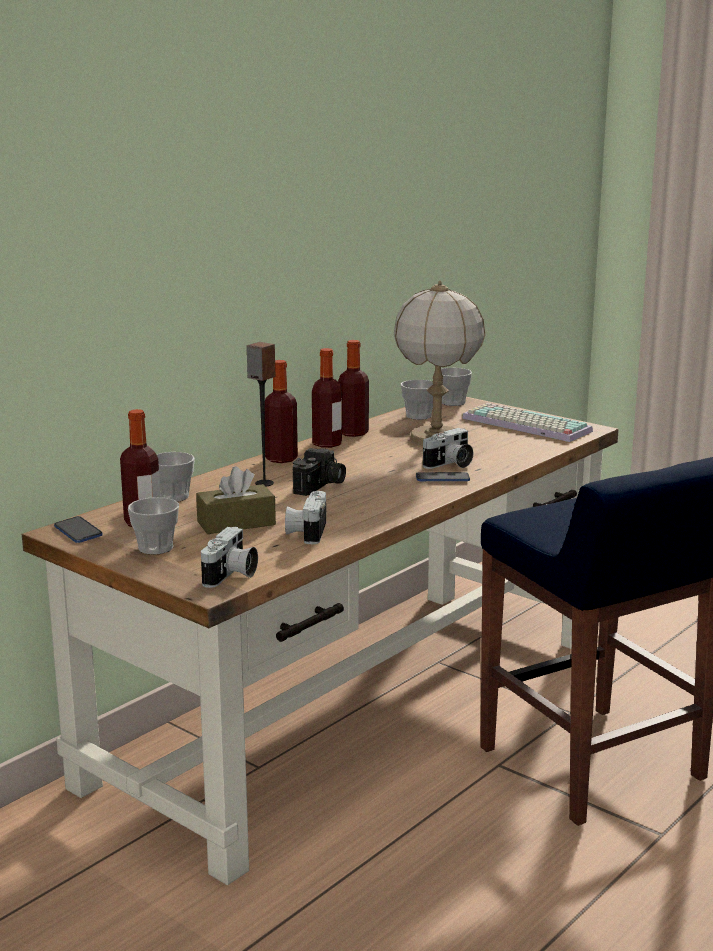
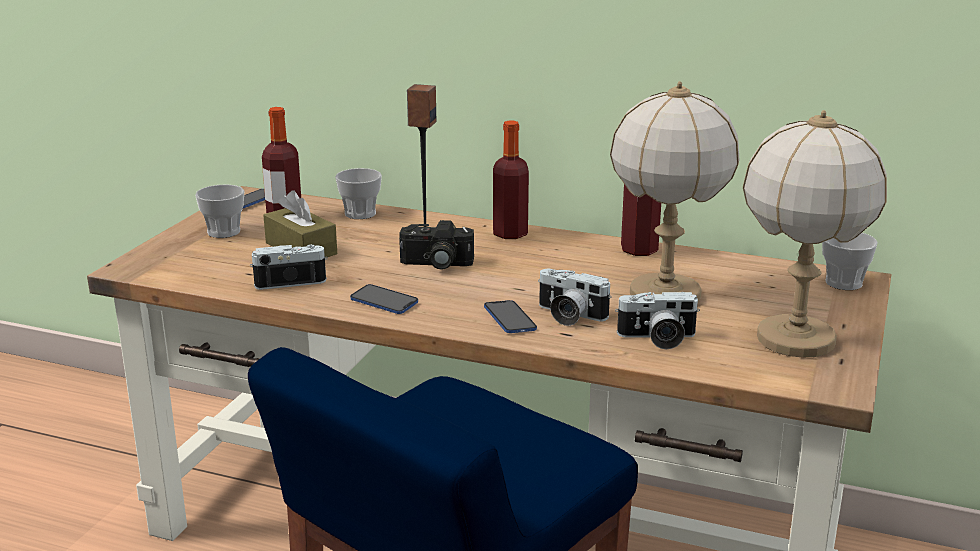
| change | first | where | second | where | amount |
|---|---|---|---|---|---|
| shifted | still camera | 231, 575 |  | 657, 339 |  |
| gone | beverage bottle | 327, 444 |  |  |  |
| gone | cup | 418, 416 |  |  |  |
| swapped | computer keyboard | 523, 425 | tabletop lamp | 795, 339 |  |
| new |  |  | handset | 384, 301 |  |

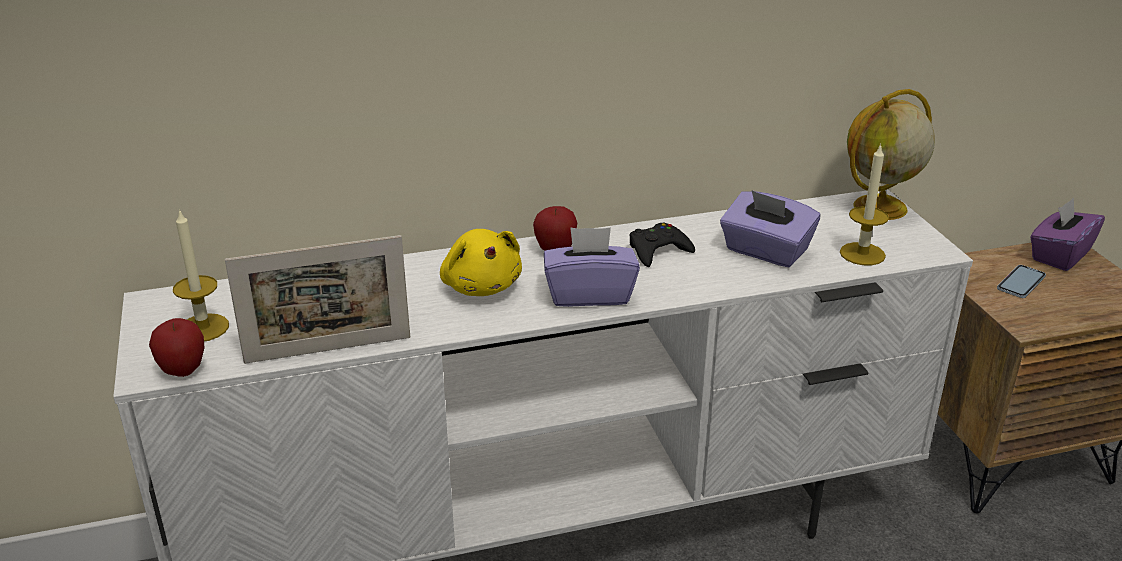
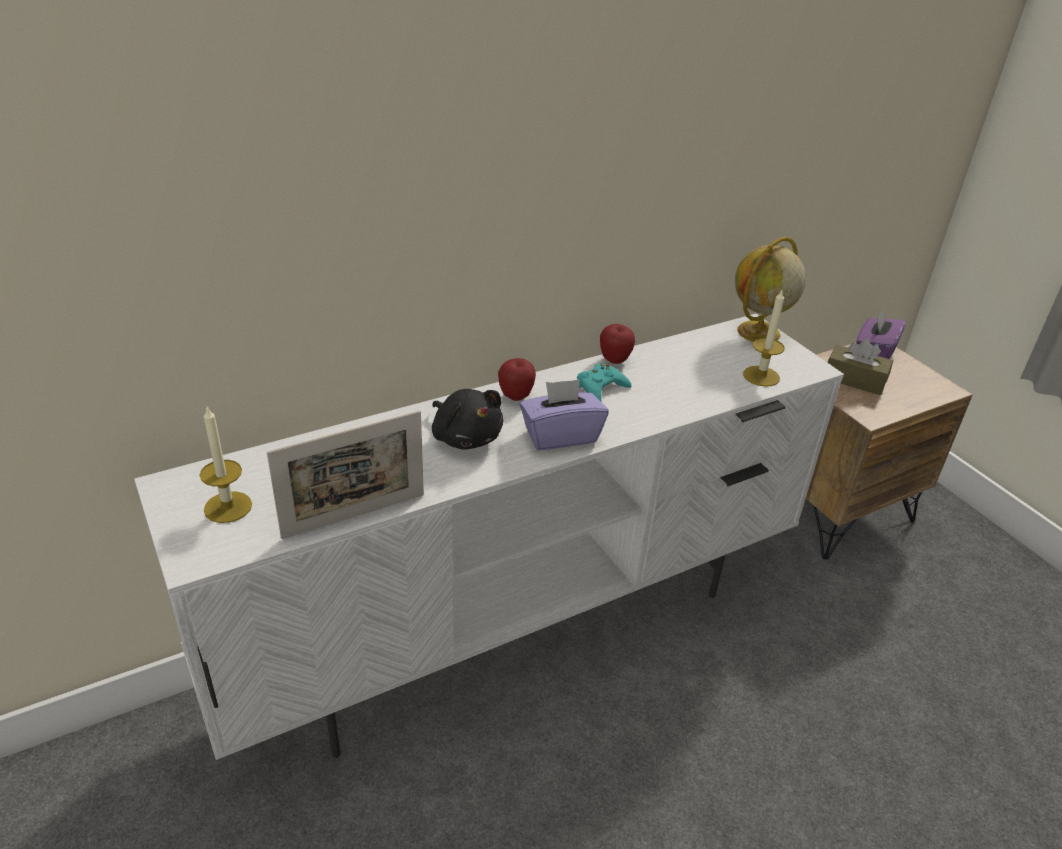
| change | first | where | second | where | amount |
|---|---|---|---|---|---|
| shifted | apple | 183, 371 |  | 614, 360 |  |
| repainted | cuddly toy in yellow | 481, 286 | cuddly toy in black-coloured | 465, 437 |  |
| repainted | joypad in black-coloured | 658, 250 | joypad in turquoise | 601, 388 |  |
| gone | tissue holder in purple | 765, 251 |  |  |  |
| swapped | handset | 1021, 282 | tissue holder in brownish | 854, 379 |  |

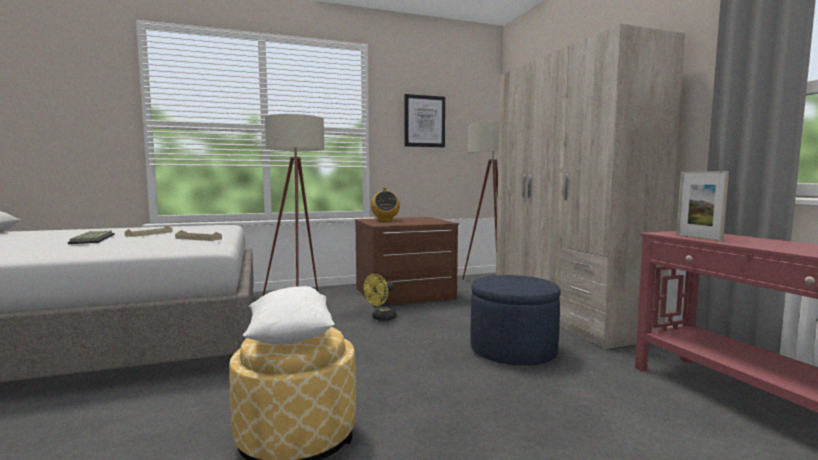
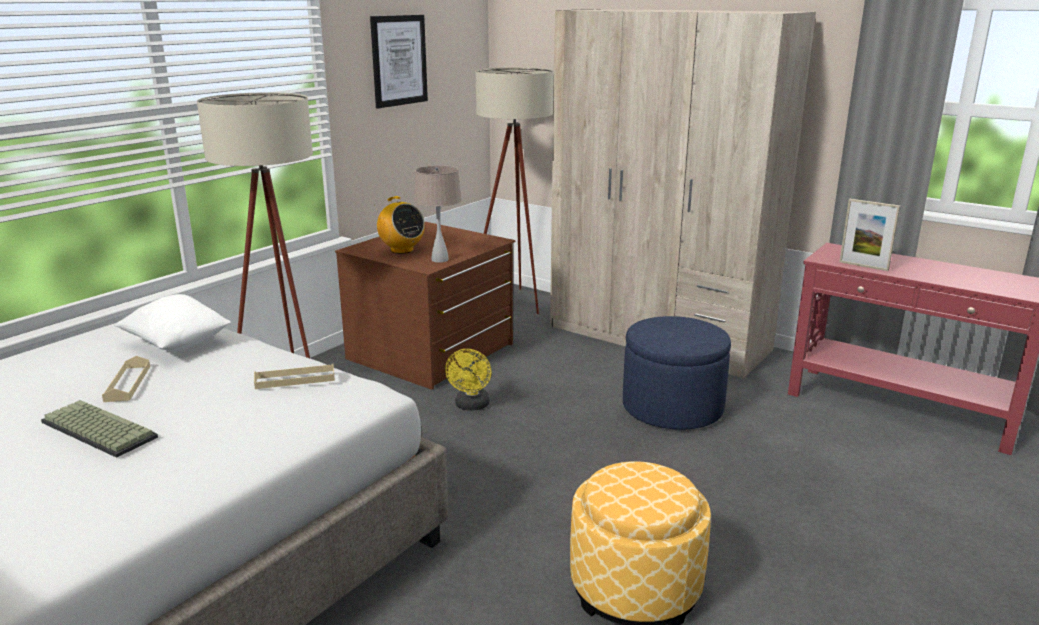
| change | first | where | second | where | amount |
|---|---|---|---|---|---|
| shifted | throw pillow in white-coloured | 290, 337 |  | 177, 344 |  |
| new |  |  | tabletop lamp in sand-coloured | 439, 260 |  |

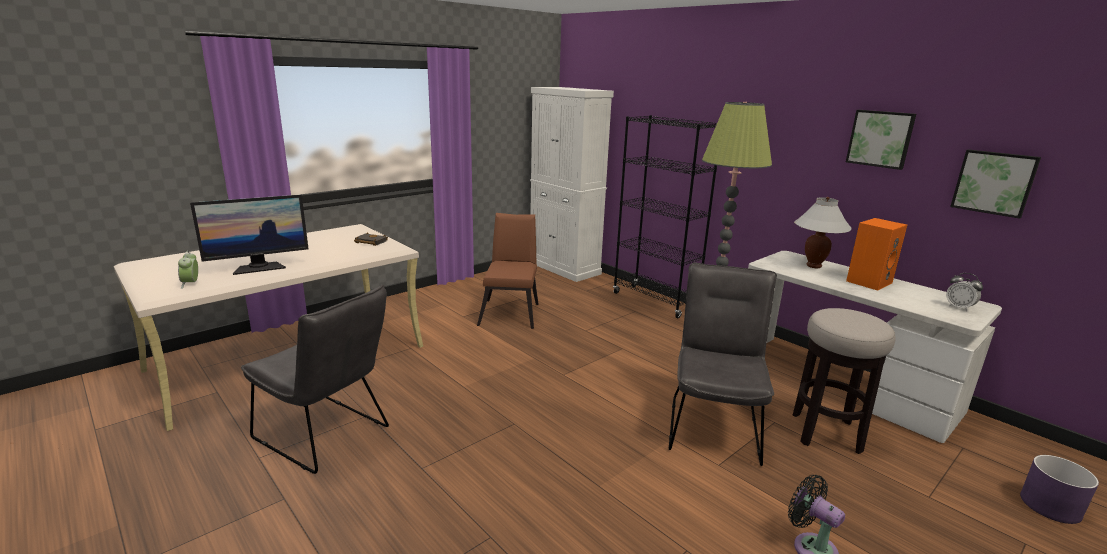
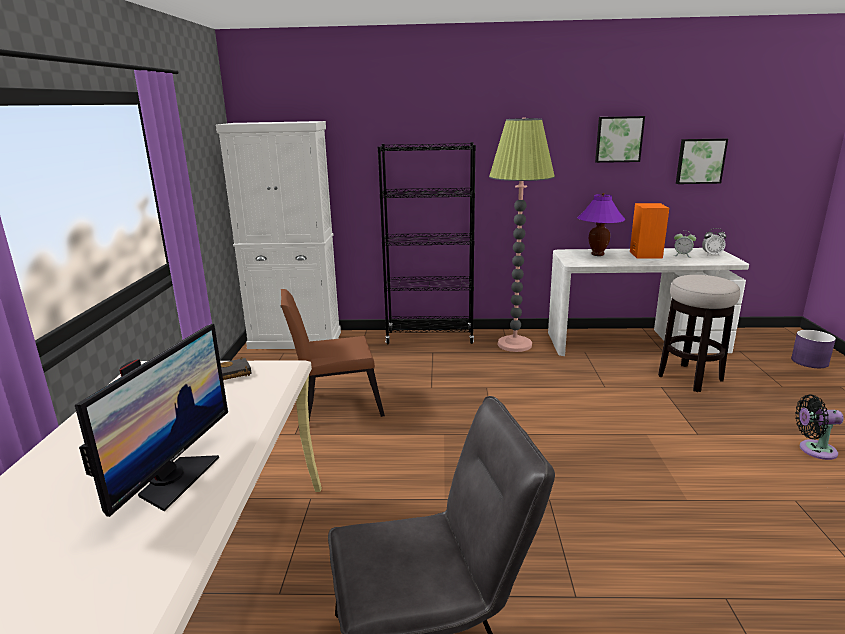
| change | first | where | second | where | amount |
|---|---|---|---|---|---|
| shifted | bedside clock | 191, 284 |  | 682, 255 |  |
| rotated | chair in brownish | 511, 312 |  | 334, 404 | 60 degrees counterclockwise |
| gone | chair in greyish | 713, 424 |  |  |  |
| repainted | tabletop lamp in white-coloured | 813, 266 | tabletop lamp in purple | 597, 254 |  |

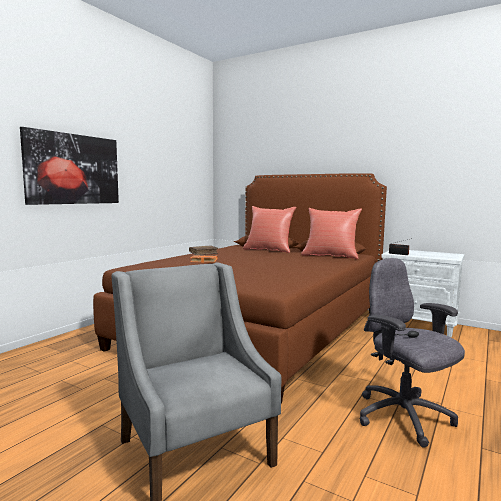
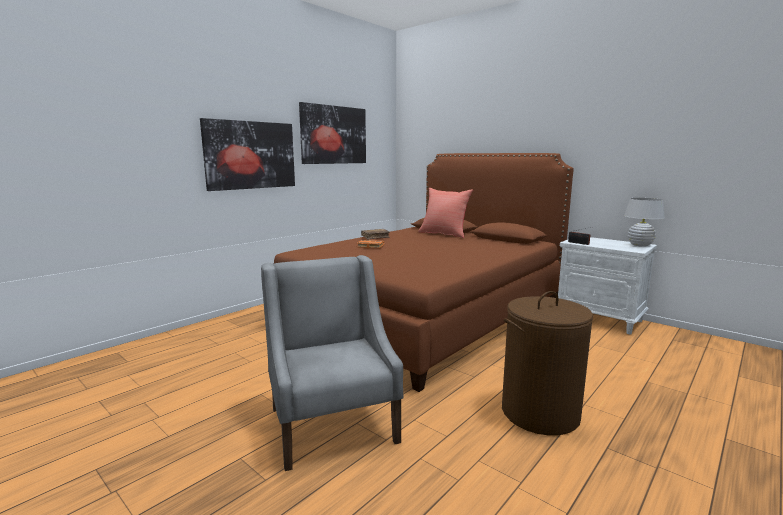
| change | first | where | second | where | amount |
|---|---|---|---|---|---|
| gone | throw pillow in red | 330, 256 |  |  |  |
| swapped | computer chair in greyish | 404, 418 | hamper in brownish | 540, 412 |  |
| new |  |  | wall art | 334, 135 |  |
| new |  |  | tabletop lamp in white-coloured | 640, 245 |  |

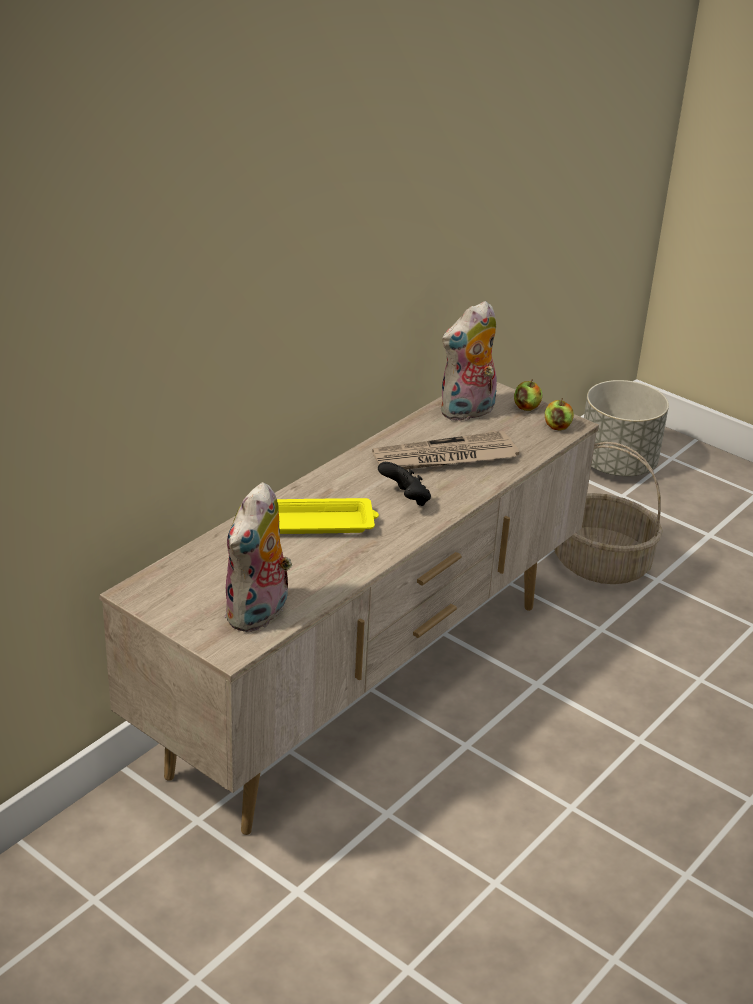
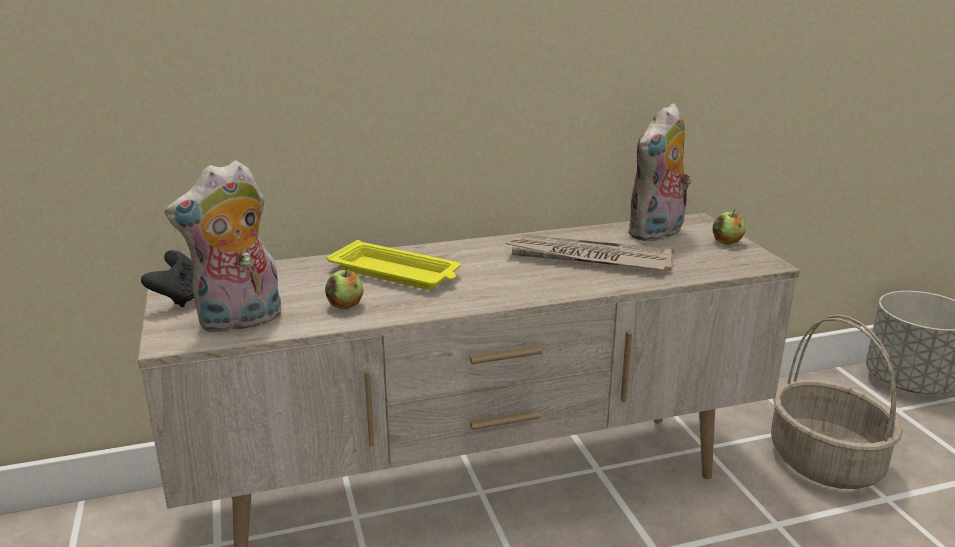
| change | first | where | second | where | amount |
|---|---|---|---|---|---|
| shifted | joypad in black-coloured | 405, 500 |  | 180, 298 |  |
| rotated | cuddly toy | 467, 412 |  | 657, 233 | 45 degrees counterclockwise |
| shifted | apple | 557, 426 |  | 345, 305 |  |

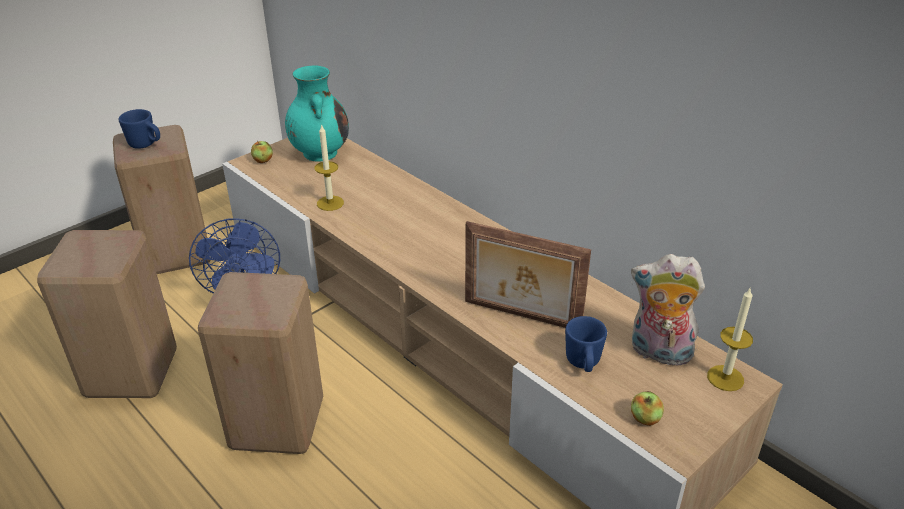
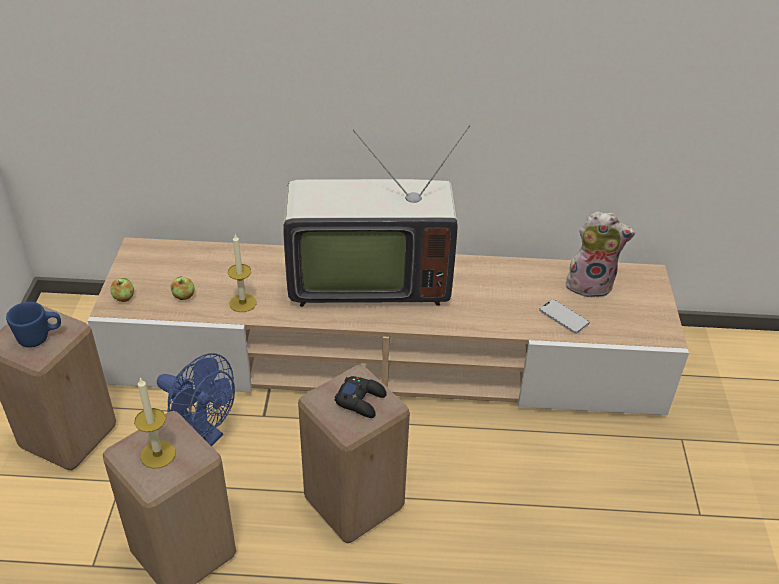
| change | first | where | second | where | amount |
|---|---|---|---|---|---|
| gone | vase in turquoise | 320, 152 |  |  |  |
| gone | photo frame | 521, 317 |  |  |  |
| swapped | mug in bluish | 583, 364 | handset | 564, 317 |  |
| rotated | cuddly toy | 658, 353 |  | 590, 284 | 150 degrees counterclockwise |
| shifted | apple | 645, 418 |  | 183, 296 |  |
| shifted | candle | 725, 378 |  | 158, 454 |  |
| new |  |  | TV set | 366, 280 |  |
| new |  |  | joypad in black-coloured | 361, 400 |  |

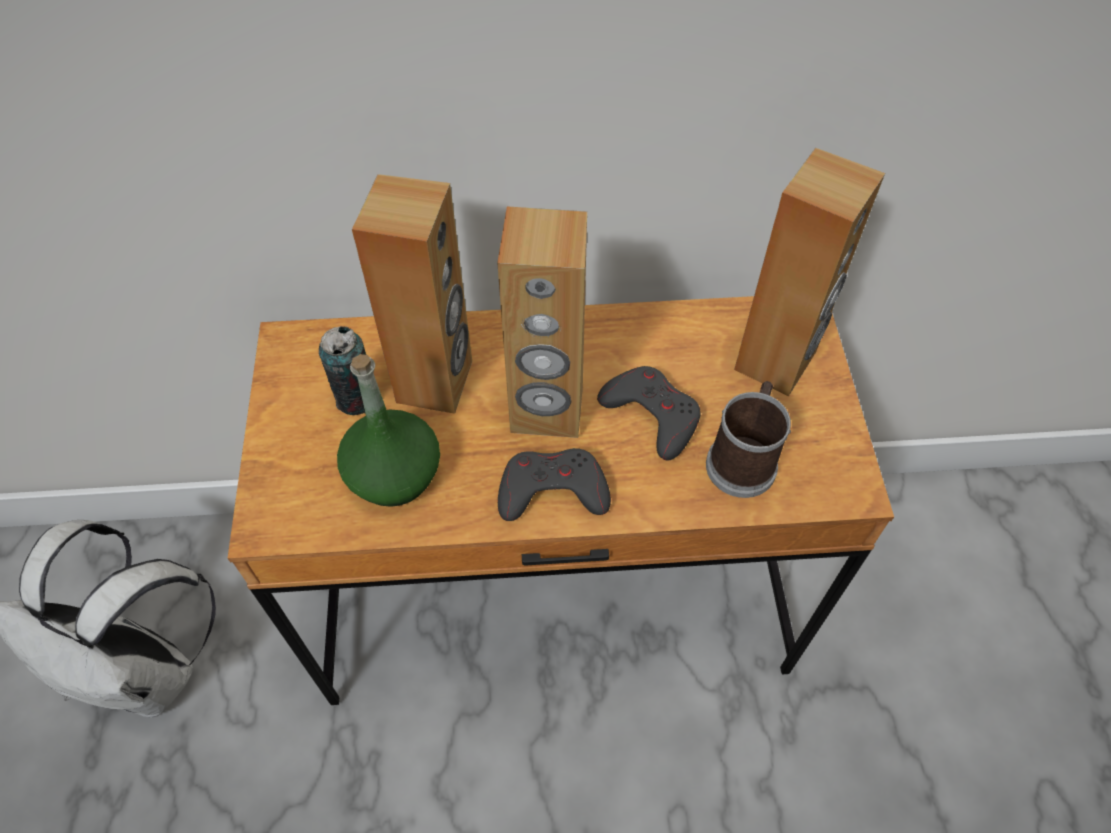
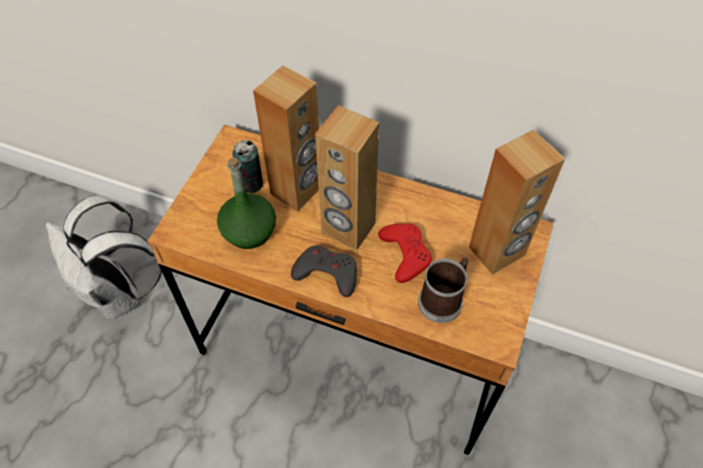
| change | first | where | second | where | amount |
|---|---|---|---|---|---|
| repainted | joypad in greyish | 651, 414 | joypad in red | 405, 254 |  |

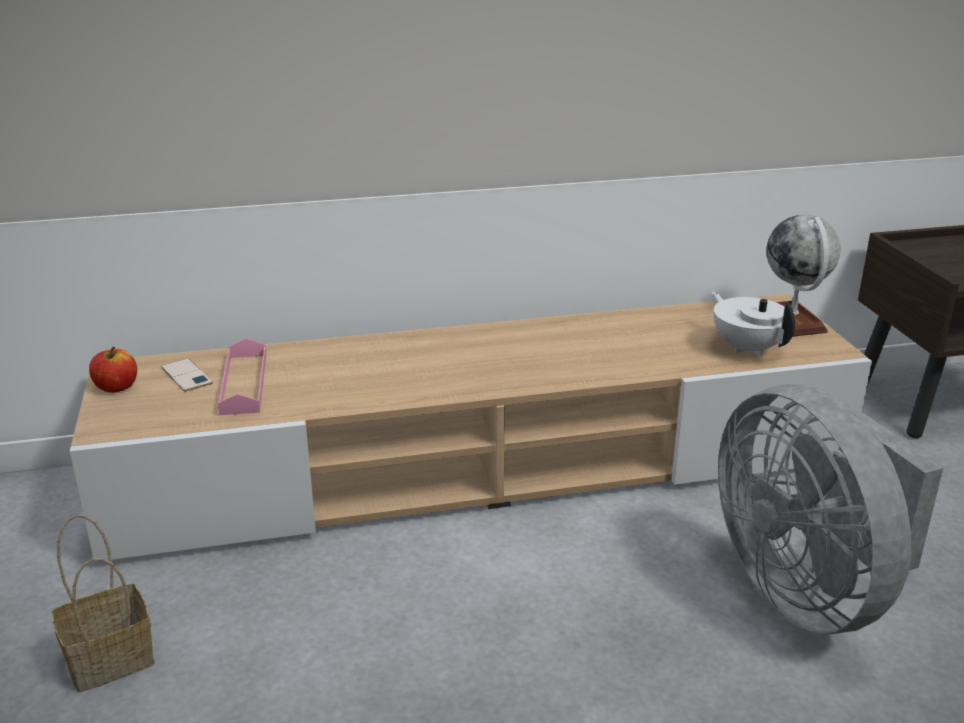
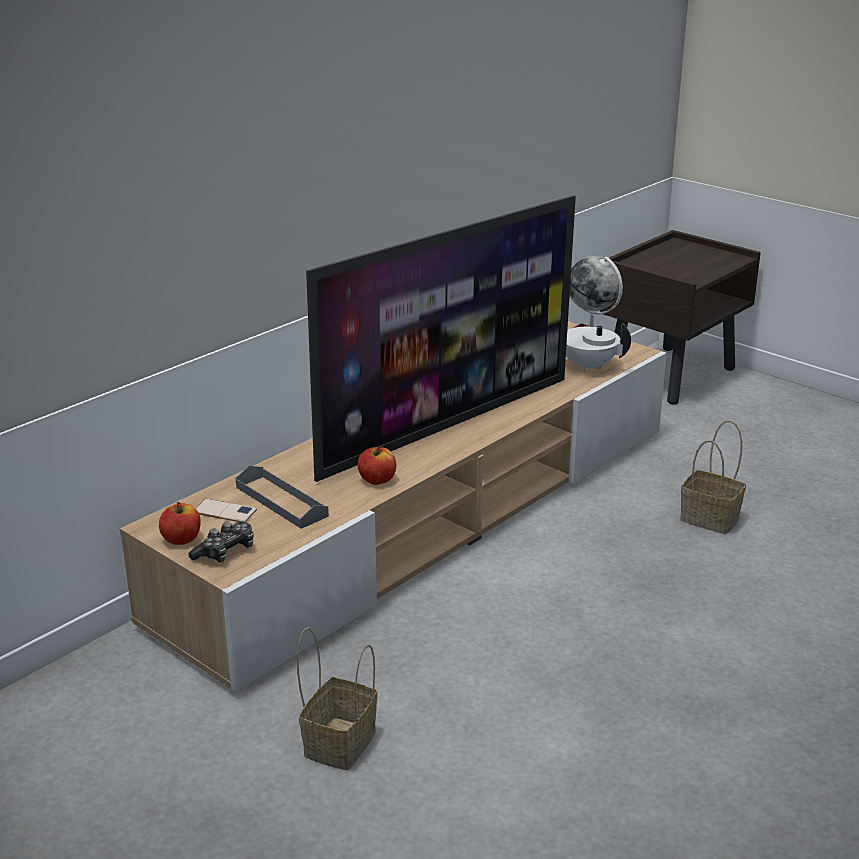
| change | first | where | second | where | amount |
|---|---|---|---|---|---|
| repainted | carrying tray in pink-coloured | 244, 383 | carrying tray in greyish | 281, 501 |  |
| swapped | electric fan in greyish | 808, 591 | basket | 712, 519 |  |
| new |  |  | joypad | 225, 552 |  |
| new |  |  | TV set | 445, 425 |  |
| new |  |  | apple | 377, 480 |  |

